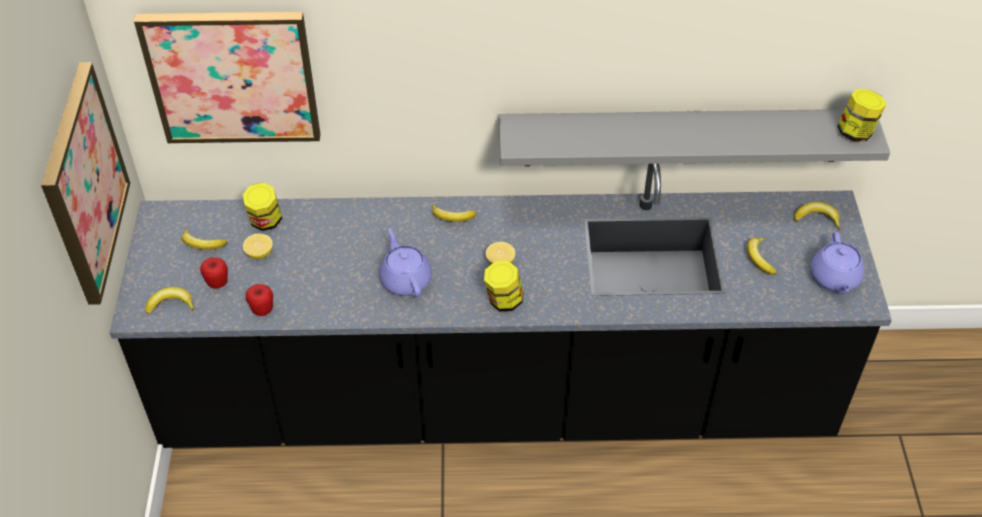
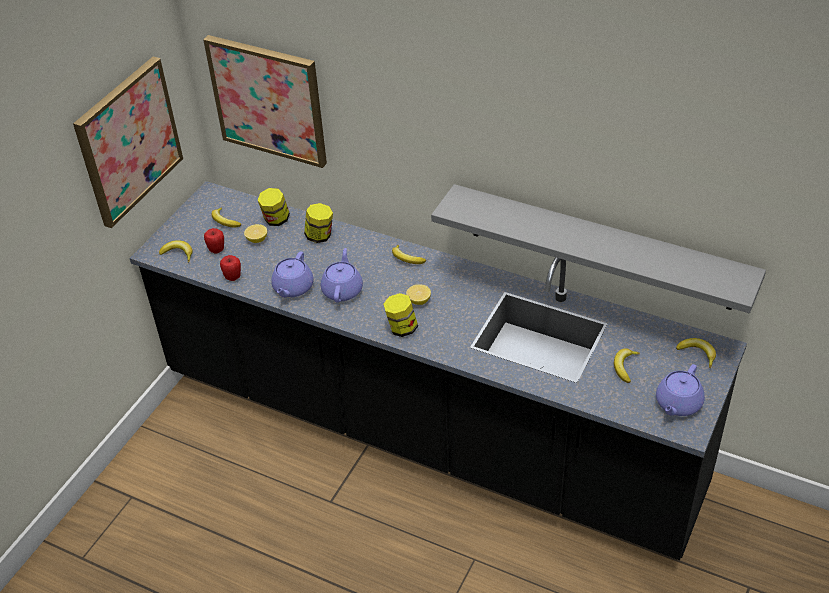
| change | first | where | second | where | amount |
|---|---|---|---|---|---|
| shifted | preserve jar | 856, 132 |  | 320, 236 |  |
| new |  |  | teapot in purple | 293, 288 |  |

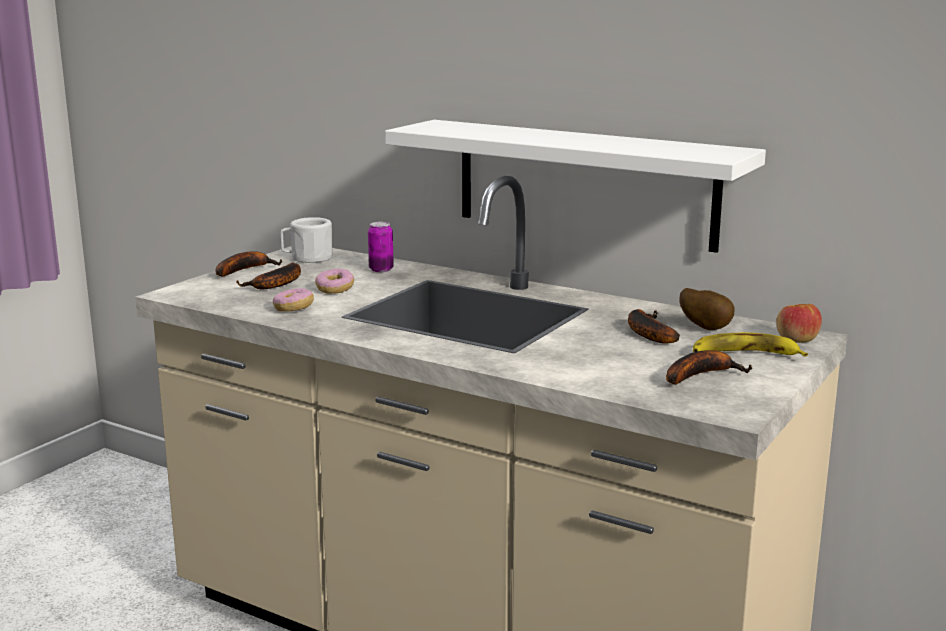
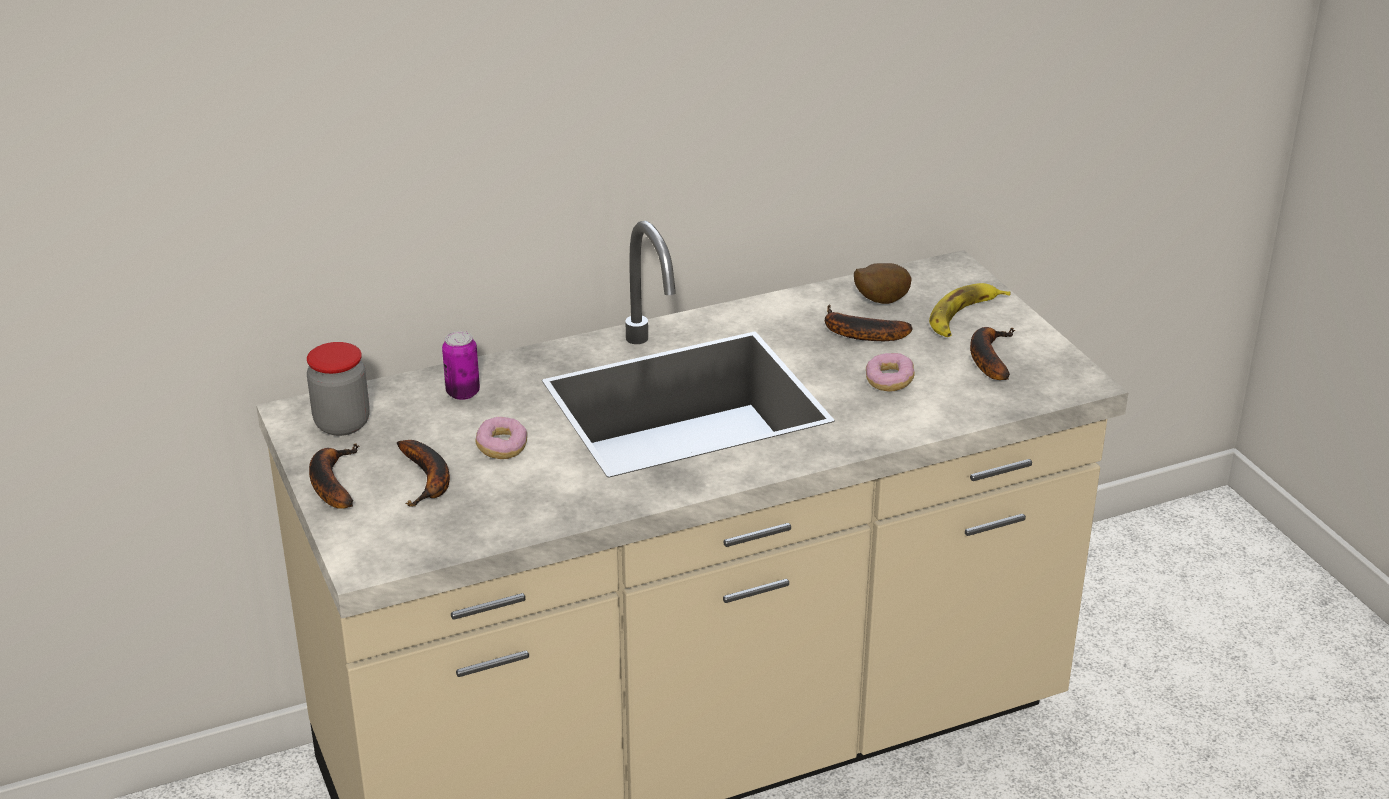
| change | first | where | second | where | amount |
|---|---|---|---|---|---|
| shifted | ring doughnut | 293, 309 |  | 889, 381 |  |
| swapped | mug in white-coloured | 307, 258 | preserve jar | 342, 424 |  |
| gone | wall shelf in white-coloured | 584, 183 |  |  |  |
| gone | apple | 796, 340 |  |  |  |

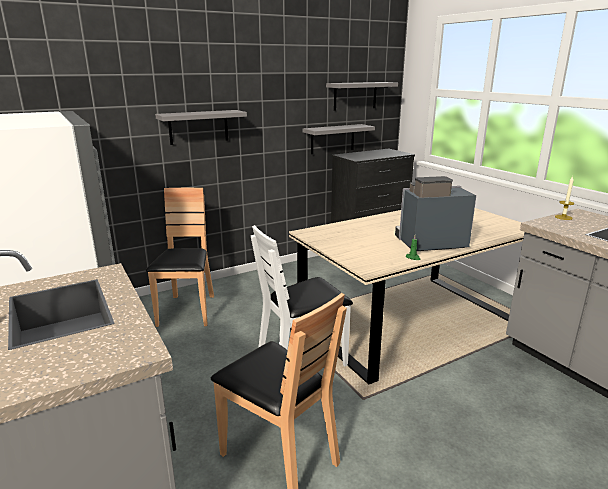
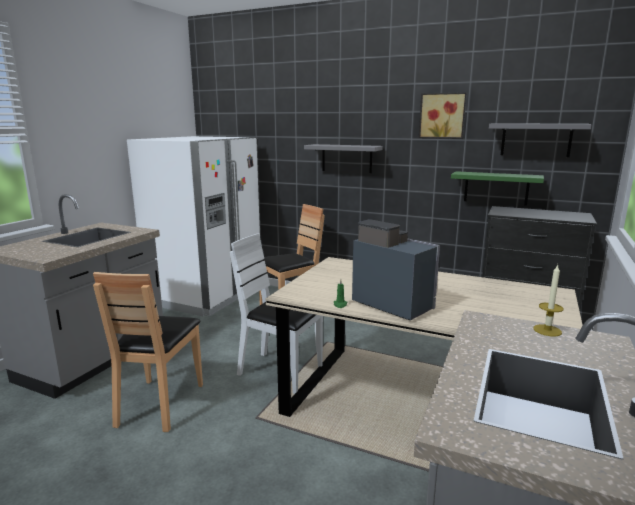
| change | first | where | second | where | amount |
|---|---|---|---|---|---|
| repainted | wall shelf in greyish | 332, 139 | wall shelf in greenish | 496, 188 |  |
| new |  |  | wall art | 442, 116 |  |

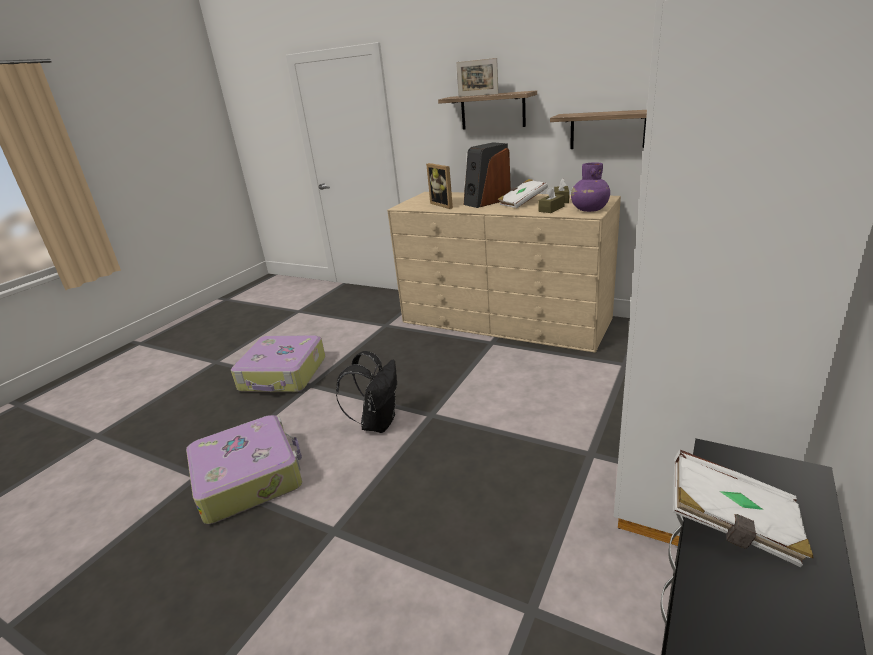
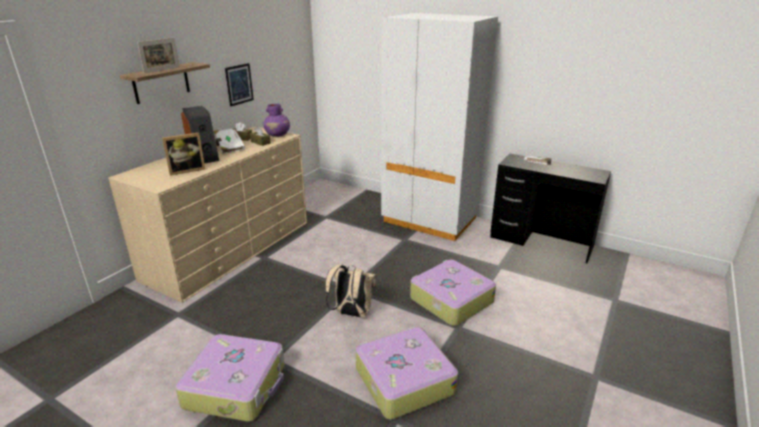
| change | first | where | second | where | amount |
|---|---|---|---|---|---|
| repainted | rucksack in black-coloured | 378, 422 | rucksack in sand-coloured | 351, 313 |  |
| swapped | wall shelf | 607, 130 | wall art | 239, 84 |  |
| new |  |  | travel case | 450, 300 |  |

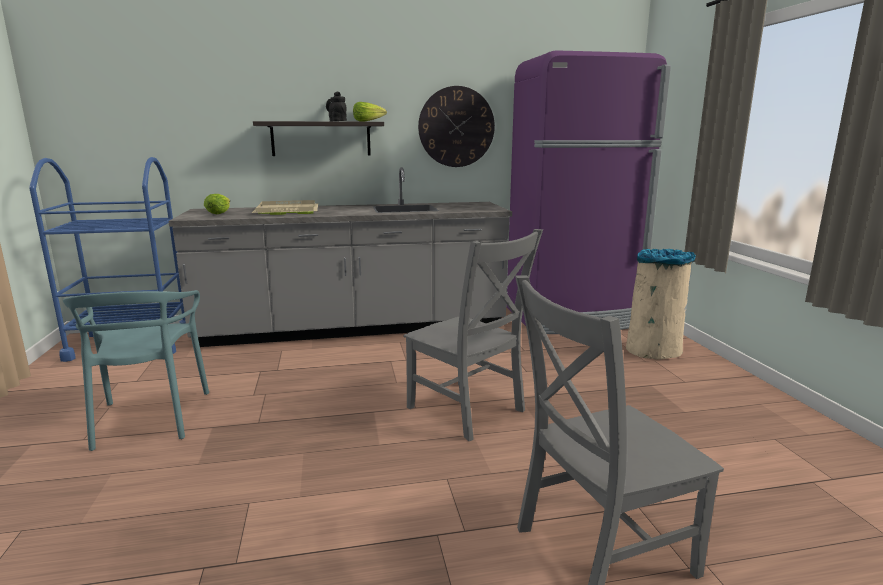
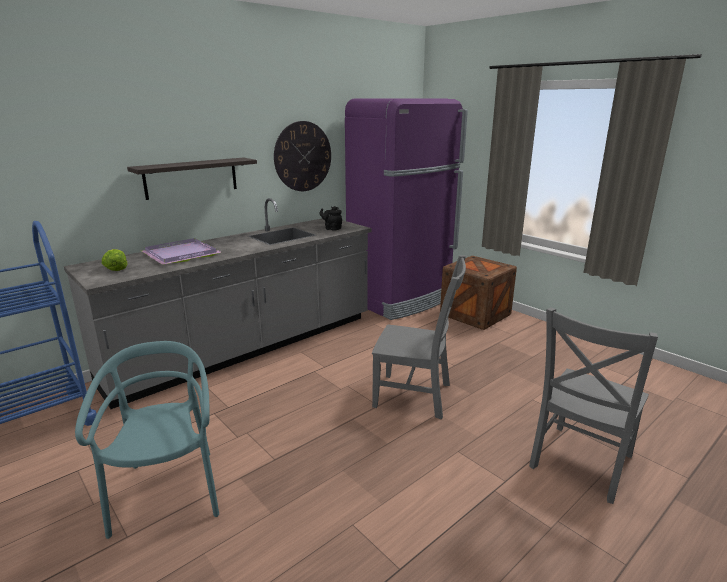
| change | first | where | second | where | amount |
|---|---|---|---|---|---|
| rotated | chair in turquoise | 150, 418 |  | 168, 492 | 150 degrees counterclockwise |
| repainted | carrying tray in sand-coloured | 286, 210 | carrying tray in purple | 179, 254 |  |
| shifted | teapot in black-coloured | 337, 121 |  | 332, 228 |  |
| gone | lettuce head | 368, 121 |  |  |  |
| swapped | waste bin in sand-coloured | 654, 350 | packing crate | 475, 315 |  |

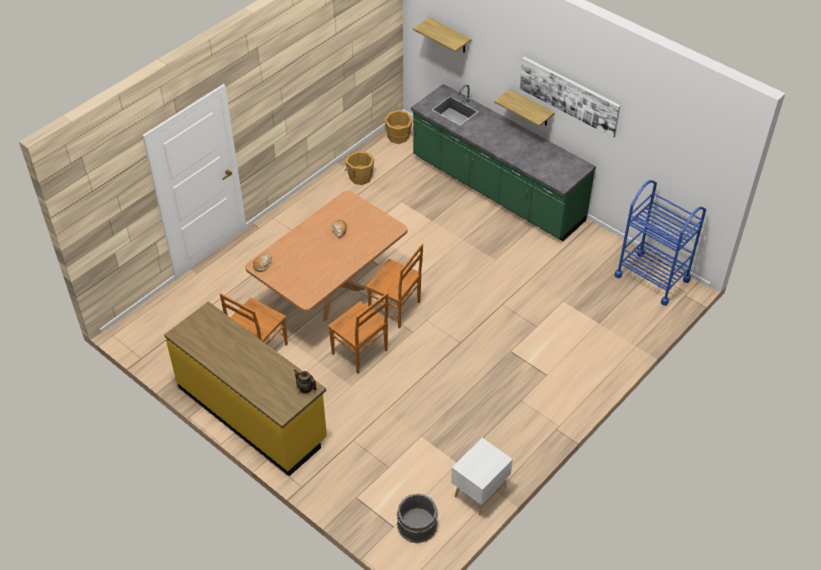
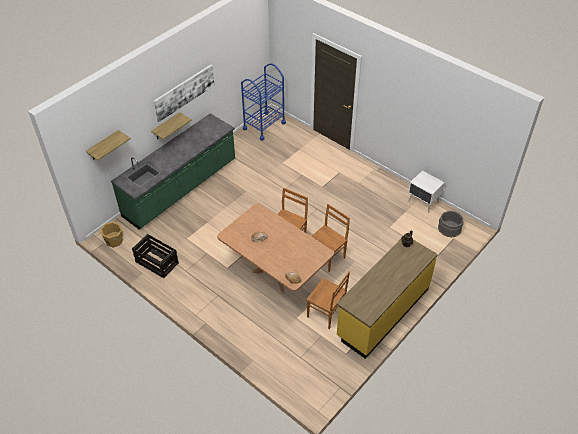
| change | first | where | second | where | amount |
|---|---|---|---|---|---|
| swapped | water bucket in orange | 360, 177 | packing crate | 156, 262 |  |

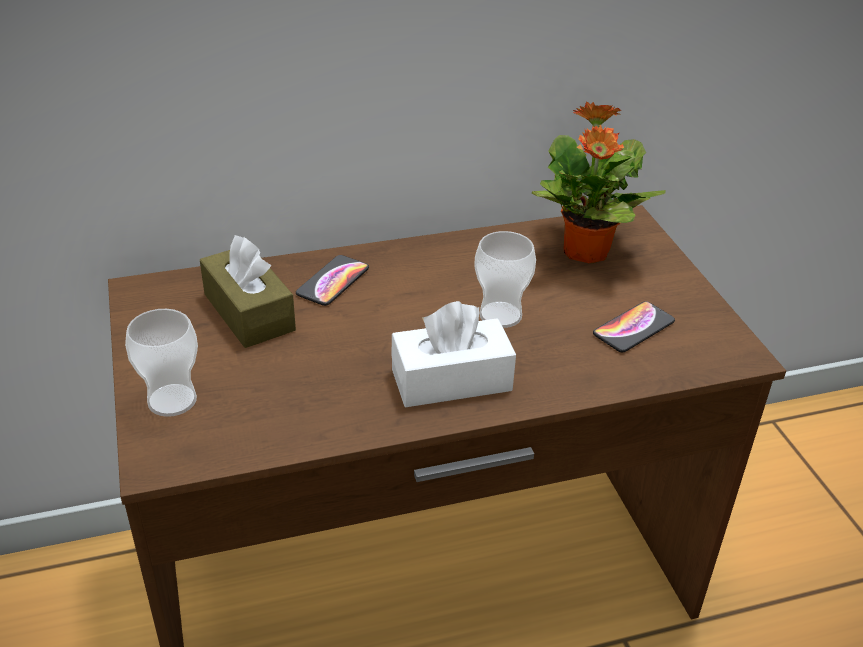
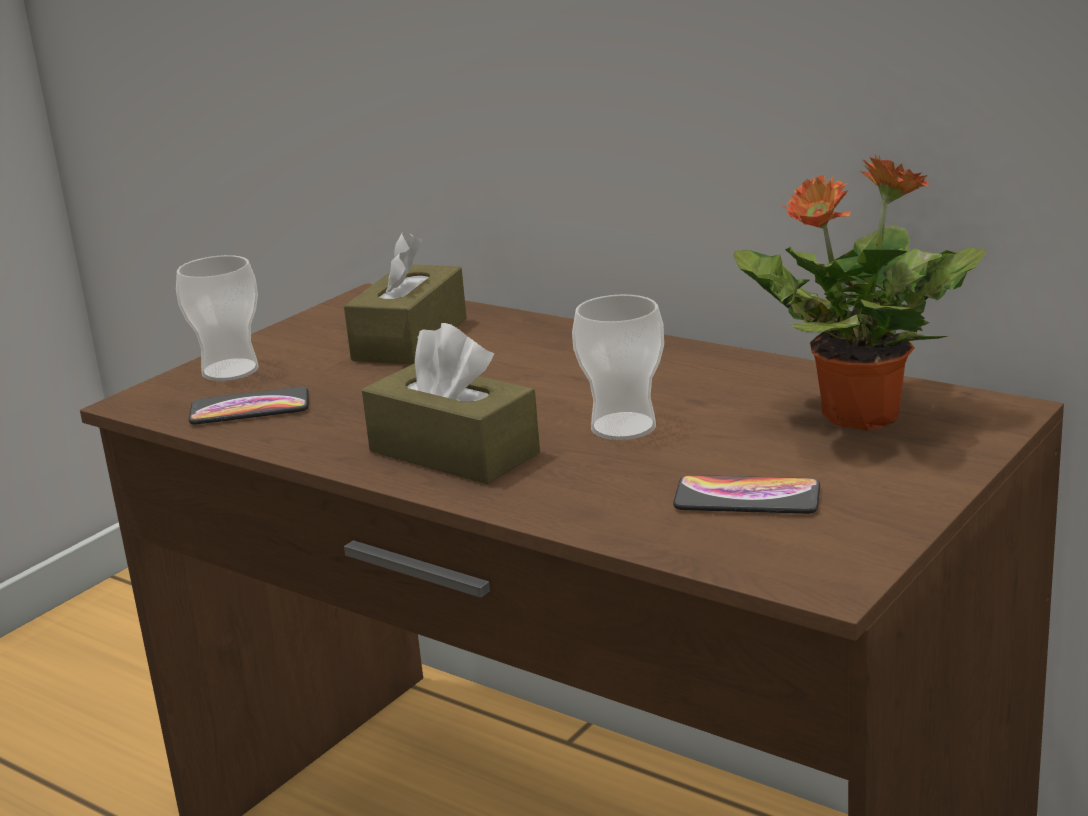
| change | first | where | second | where | amount |
|---|---|---|---|---|---|
| shifted | handset | 333, 281 |  | 250, 408 |  |
| repainted | tissue holder in white-coloured | 451, 380 | tissue holder in brownish | 454, 452 |  |

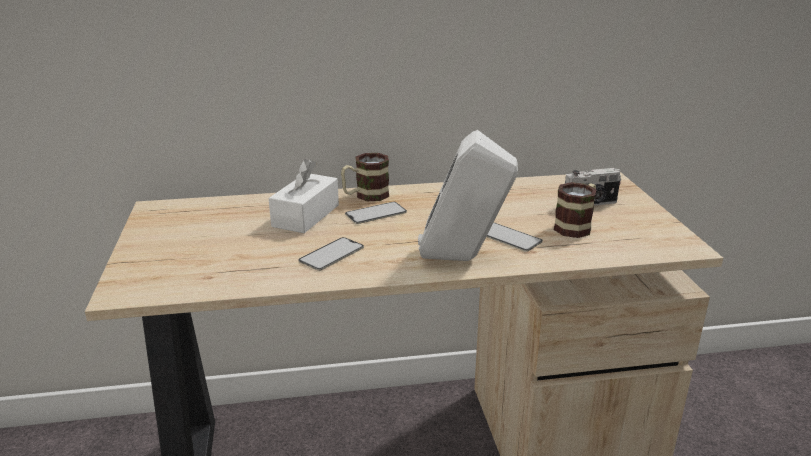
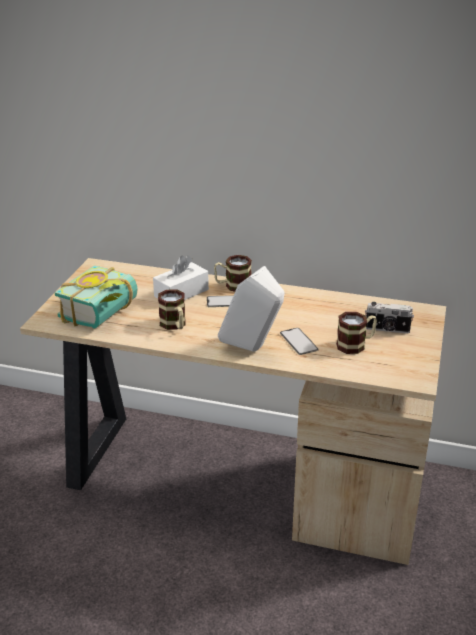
| change | first | where | second | where | amount |
|---|---|---|---|---|---|
| swapped | handset | 331, 254 | mug | 174, 325 |  |
| new |  |  | book | 105, 314 |  |

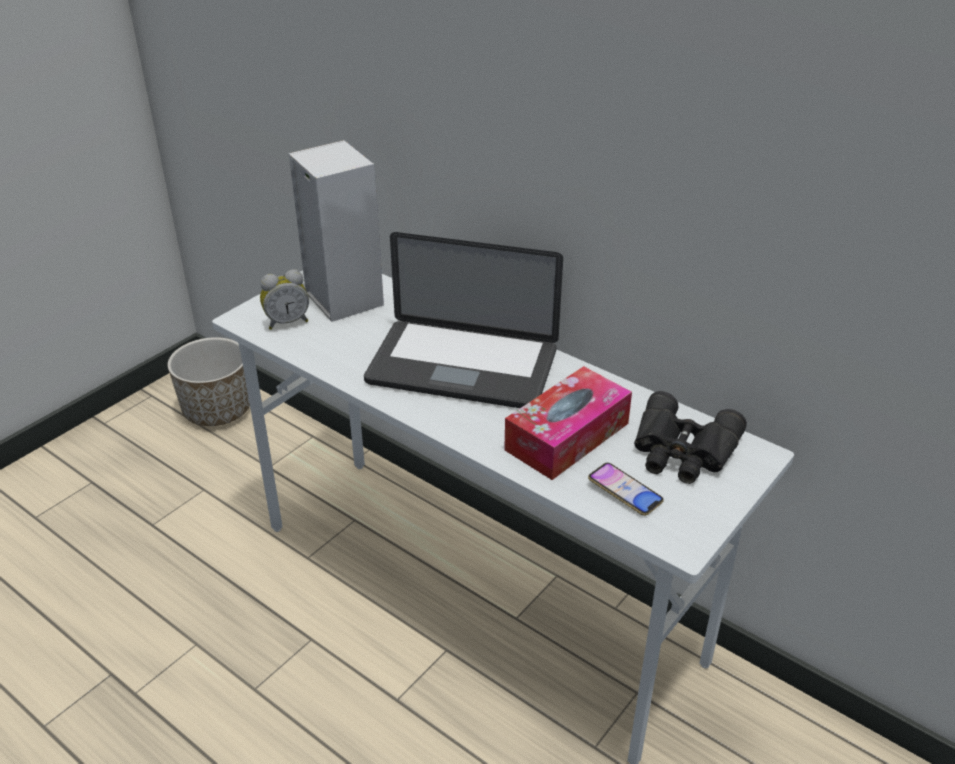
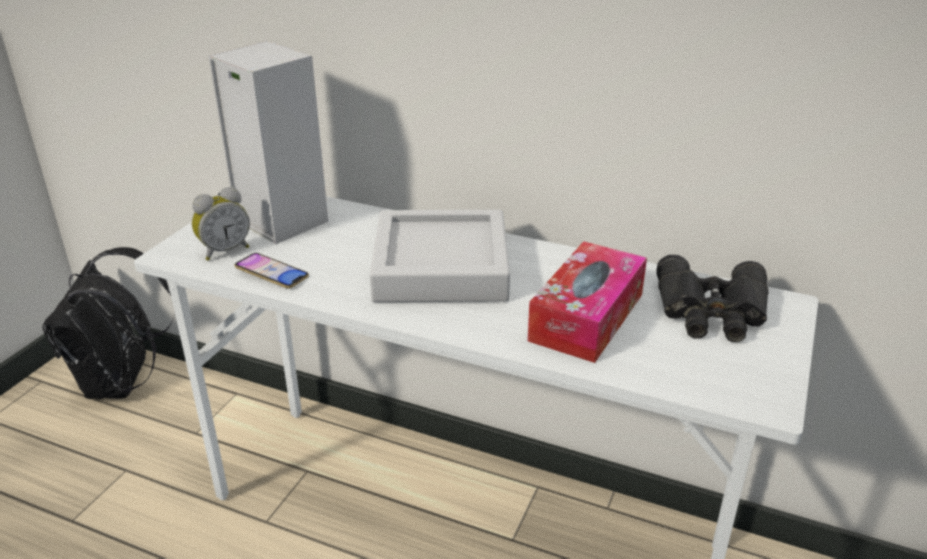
| change | first | where | second | where | amount |
|---|---|---|---|---|---|
| swapped | planter | 217, 410 | rucksack in black-coloured | 122, 384 |  |
| swapped | laptop | 462, 367 | carrying tray in greyish | 441, 267 |  |
| shifted | handset | 625, 492 |  | 272, 275 |  |

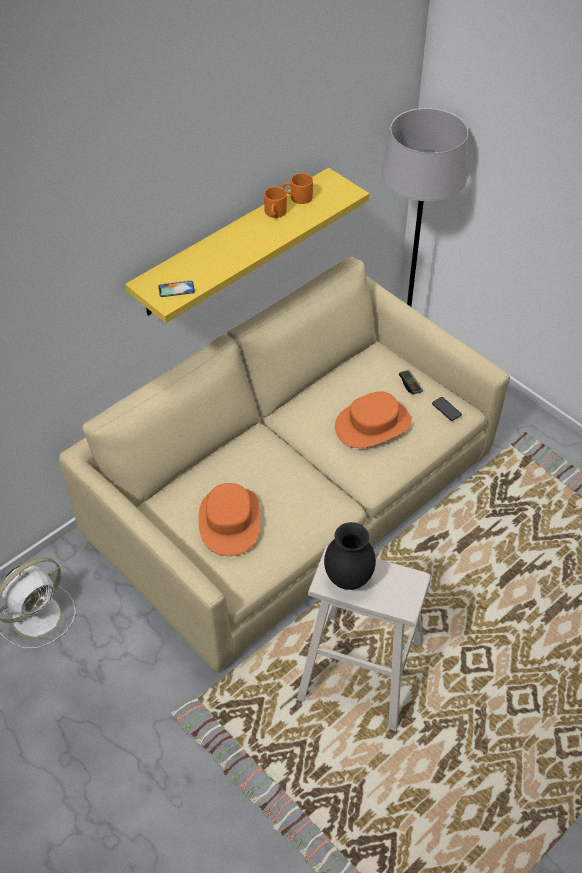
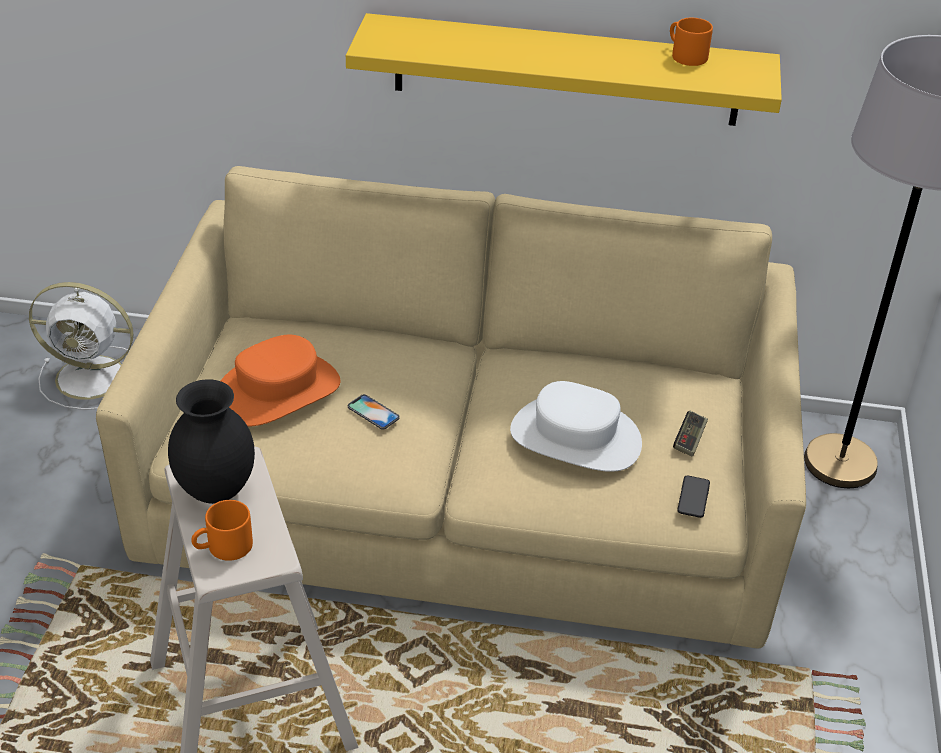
| change | first | where | second | where | amount |
|---|---|---|---|---|---|
| shifted | handset | 176, 289 |  | 373, 412 |  |
| shifted | mug in orange | 275, 213 |  | 223, 548 |  |
| repainted | clothing hat in orange | 373, 425 | clothing hat in white-coloured | 575, 438 |  |

